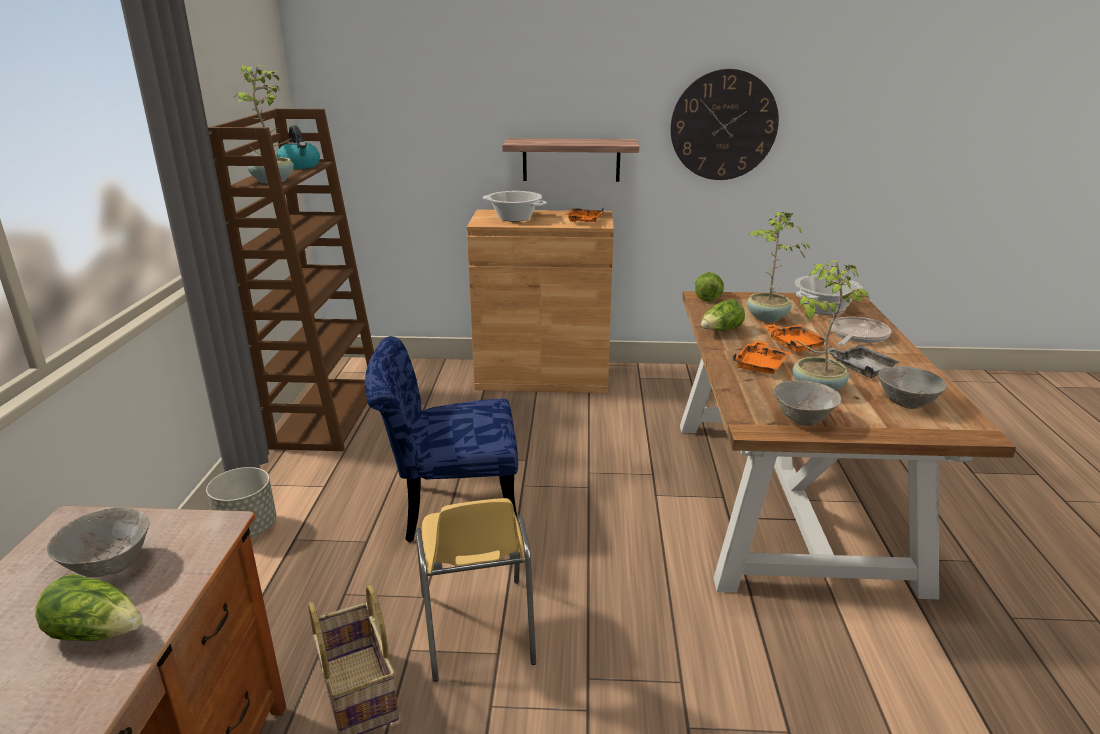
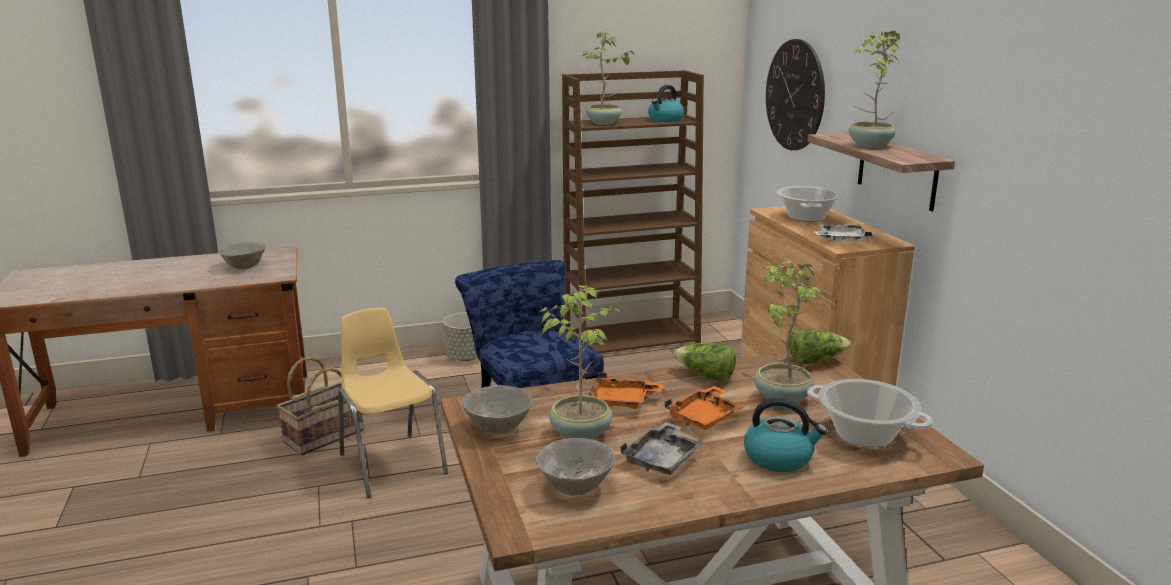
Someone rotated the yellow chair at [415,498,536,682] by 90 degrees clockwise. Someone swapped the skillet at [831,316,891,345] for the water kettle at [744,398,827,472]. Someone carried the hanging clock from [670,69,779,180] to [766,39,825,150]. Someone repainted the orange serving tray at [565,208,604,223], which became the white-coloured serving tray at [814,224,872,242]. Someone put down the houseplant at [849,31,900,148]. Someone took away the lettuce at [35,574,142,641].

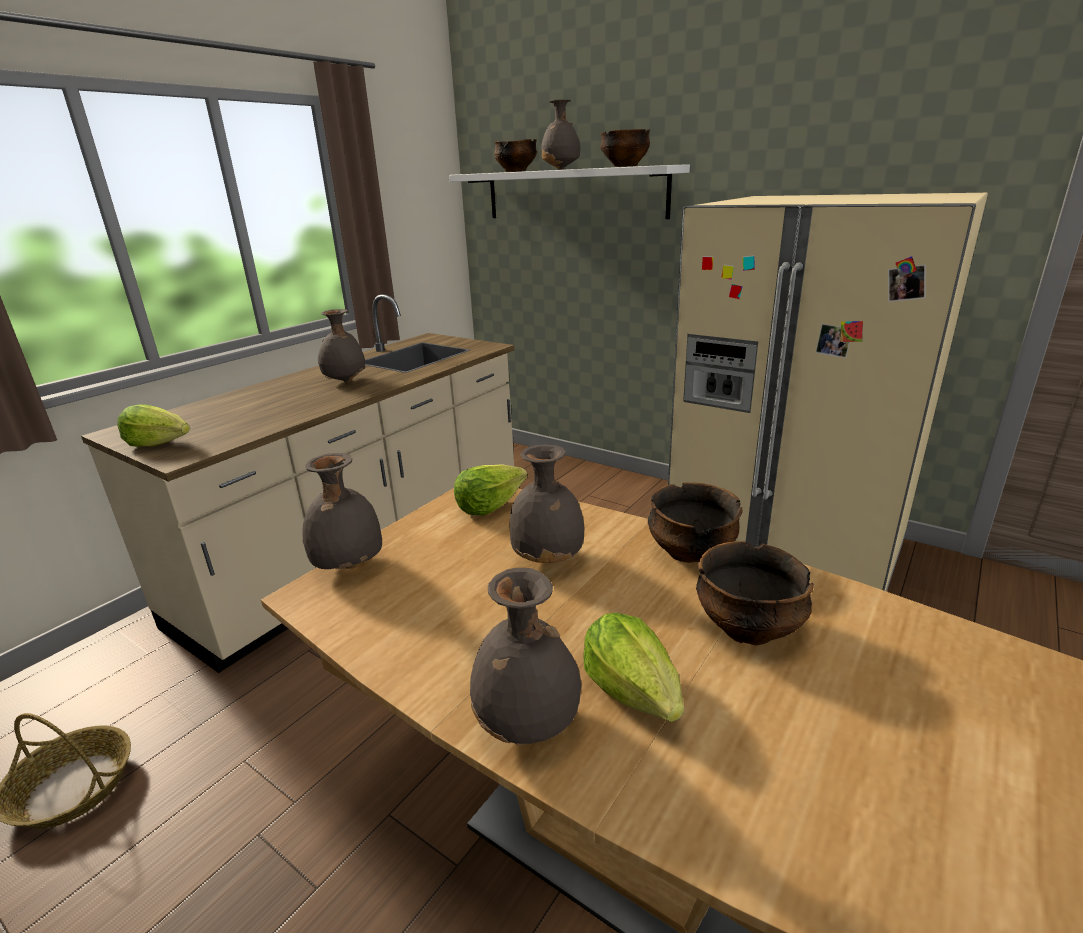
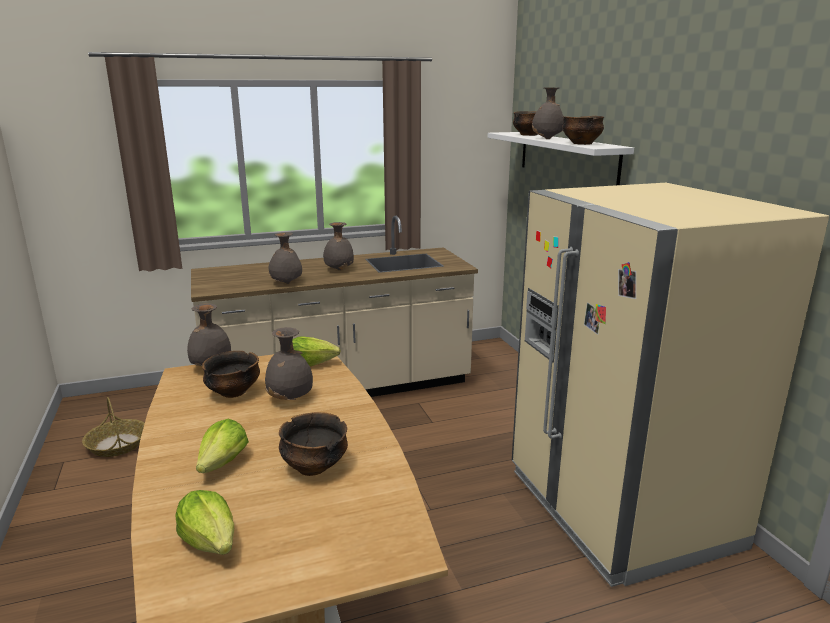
Someone carried the lettuce from [117,404,190,446] to [175,490,234,555]. Someone carried the serving bowl from [648,482,742,563] to [202,351,260,398]. Someone carried the greyish flower vase from [470,568,581,745] to [269,232,302,284].

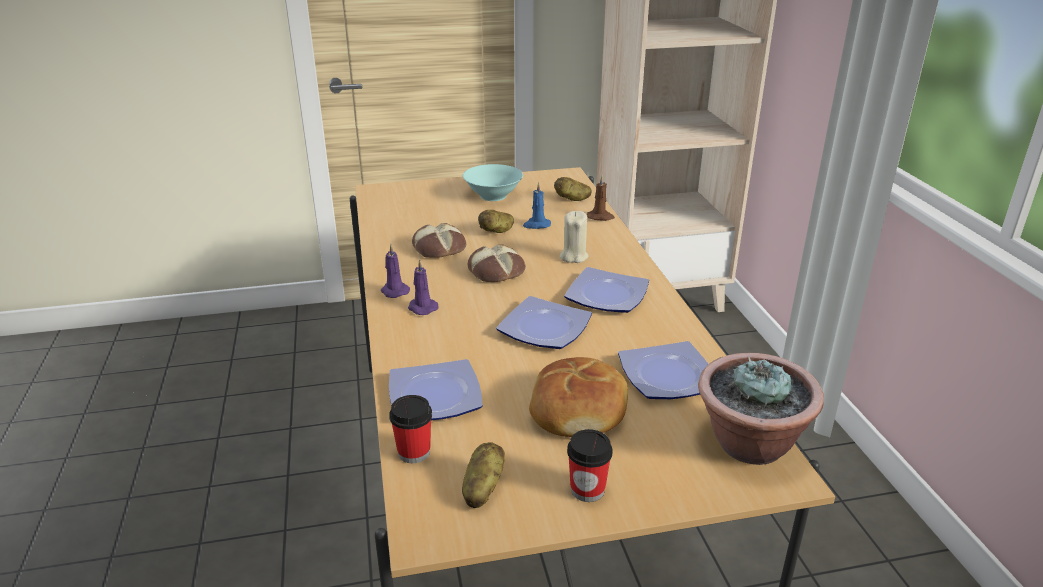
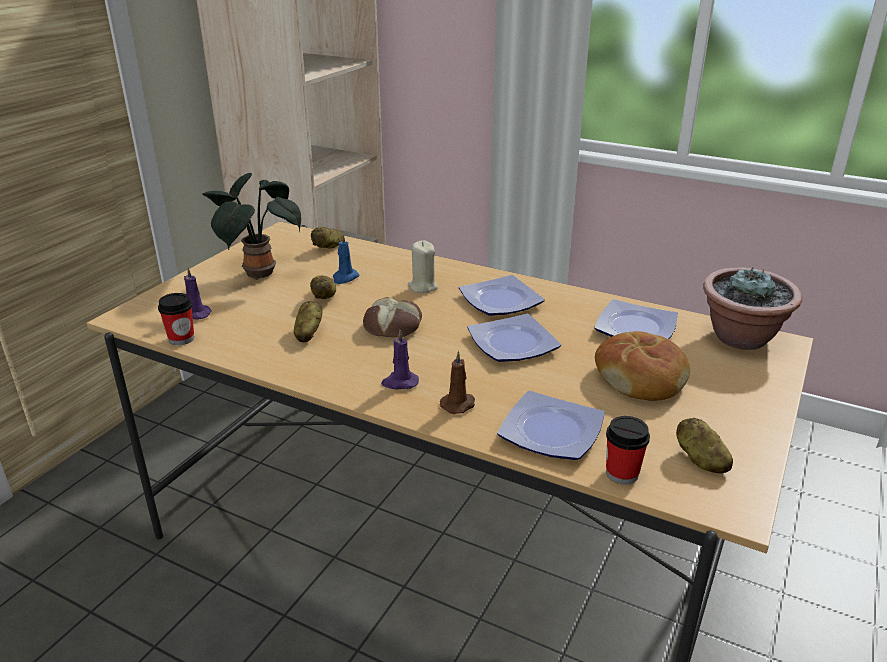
Someone carried the cup from [567,429,613,502] to [158,293,194,345]. Someone carried the purple-coloured wax light from [381,244,410,298] to [184,267,212,320]. Someone swapped the turquoise-coloured serving bowl at [463,164,523,201] for the houseplant at [202,173,301,280]. Someone swapped the baked bread at [412,223,466,258] for the potato at [294,301,323,343]. Someone carried the brownish wax light from [587,176,615,221] to [440,351,475,414].

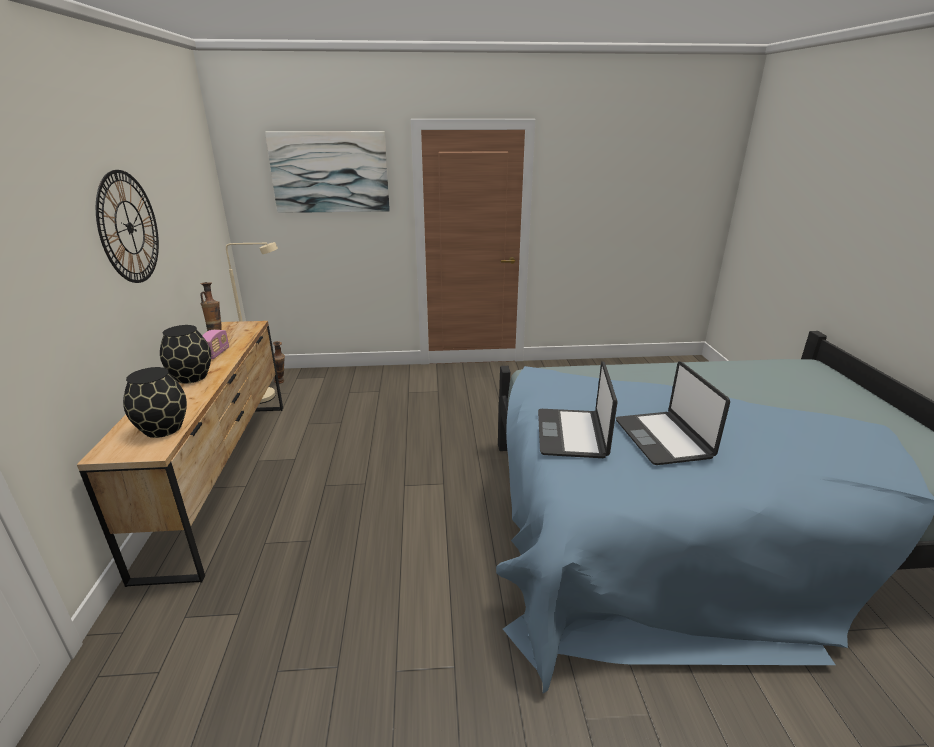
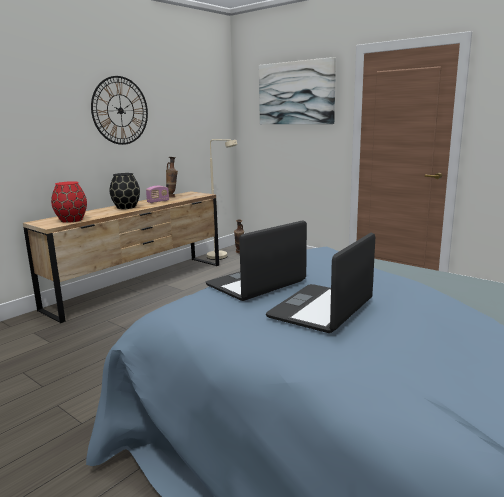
Someone repainted the black flower vase at [123,367,187,438], which became the red-coloured flower vase at [51,181,87,223].

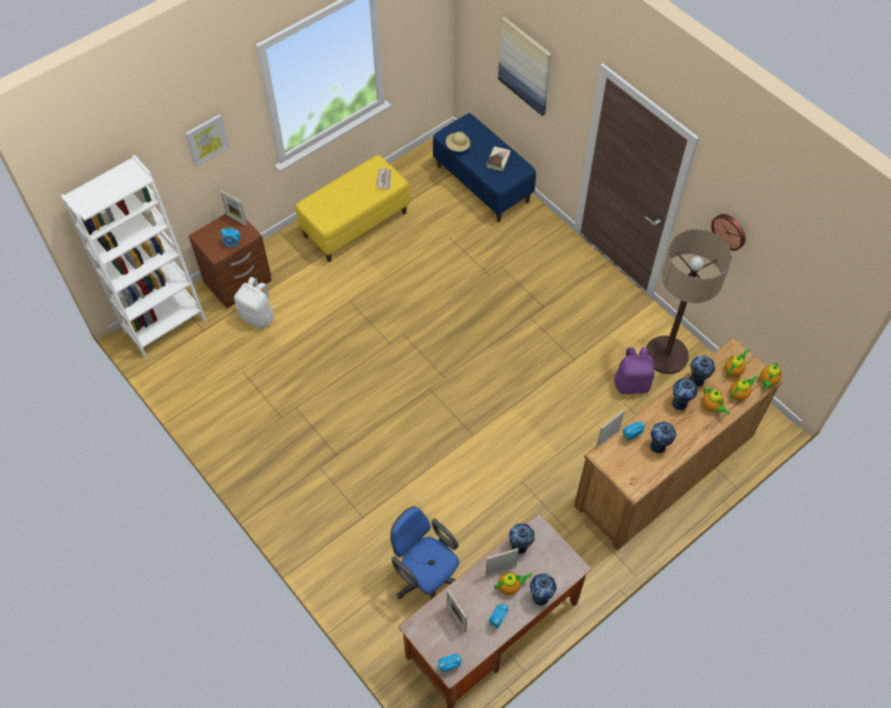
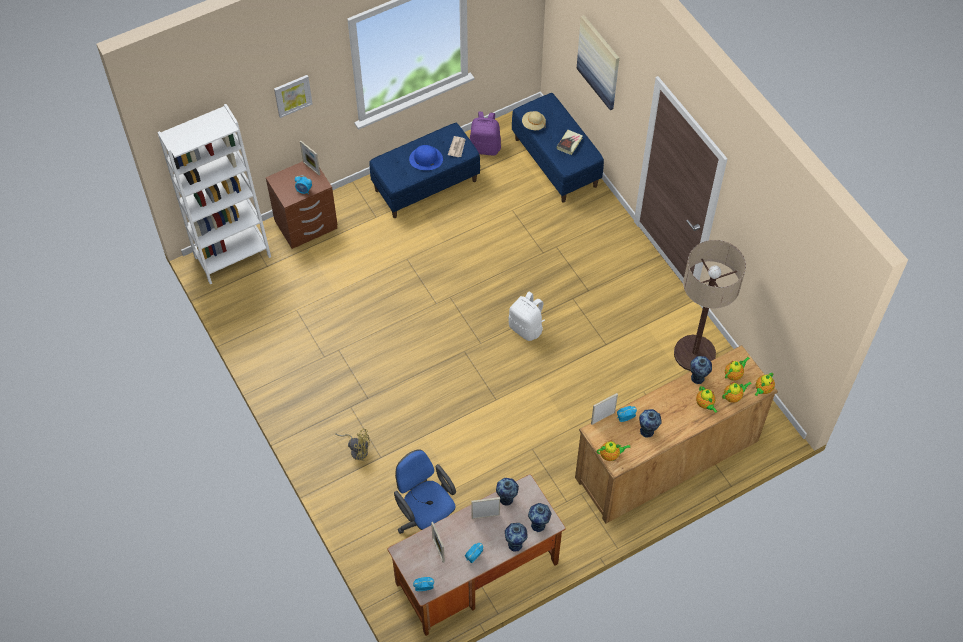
Someone put down the yellow fan at [335,429,370,461]. Someone repainted the yellow long seat at [295,155,410,262], which became the blue-coloured long seat at [369,123,480,218]. Someone put down the blue-coloured hat at [409,145,443,170]. Someone carried the purple-coloured backpack from [614,347,655,394] to [470,112,501,155]. Someone carried the white-coloured backpack from [234,277,276,329] to [508,292,545,341]. Someone carried the flower vase from [672,378,697,410] to [528,503,551,533]. Someone carried the pot for tea from [494,572,532,595] to [597,440,631,461]. Someone took away the hanging clock at [711,214,745,251].

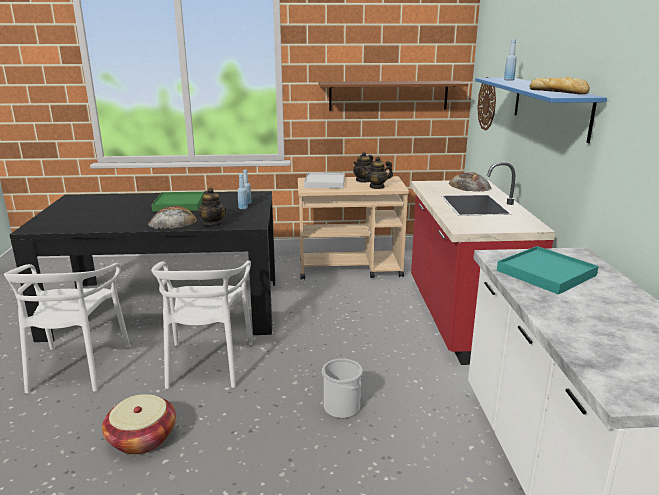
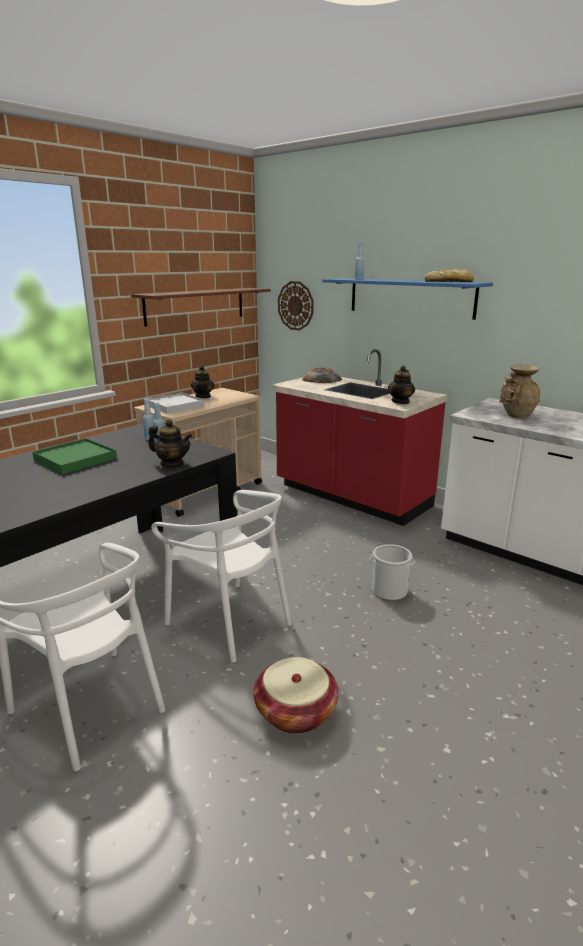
Someone carried the pot for tea from [362,157,393,189] to [388,366,415,404]. Someone swapped the turquoise-coloured serving tray at [497,246,599,295] for the beige flower vase at [499,365,540,418]. Someone took away the baked bread at [148,206,197,229].

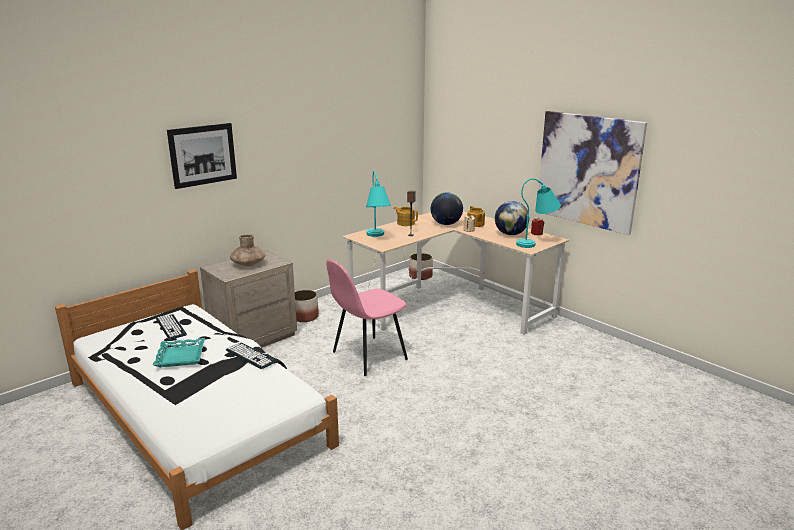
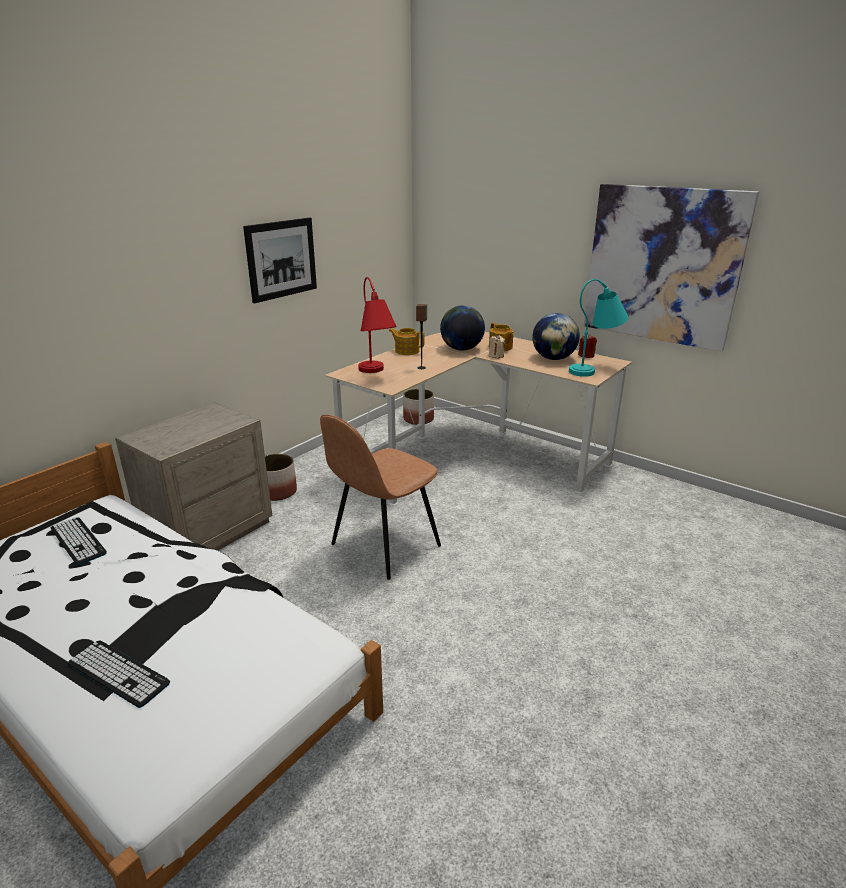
Someone carried the keyboard from [226,343,276,369] to [68,640,170,708]. Someone carried the wall picture from [167,123,237,189] to [243,217,317,303]. Someone repainted the pink chair at [326,259,408,376], which became the brownish chair at [320,414,441,580]. Someone repainted the turquoise-coloured table lamp at [366,171,391,237], which became the red-coloured table lamp at [358,277,396,373]. Someone took away the turquoise-coloured serving tray at [153,338,205,367]. Someone took away the brownish flower vase at [230,234,265,266].

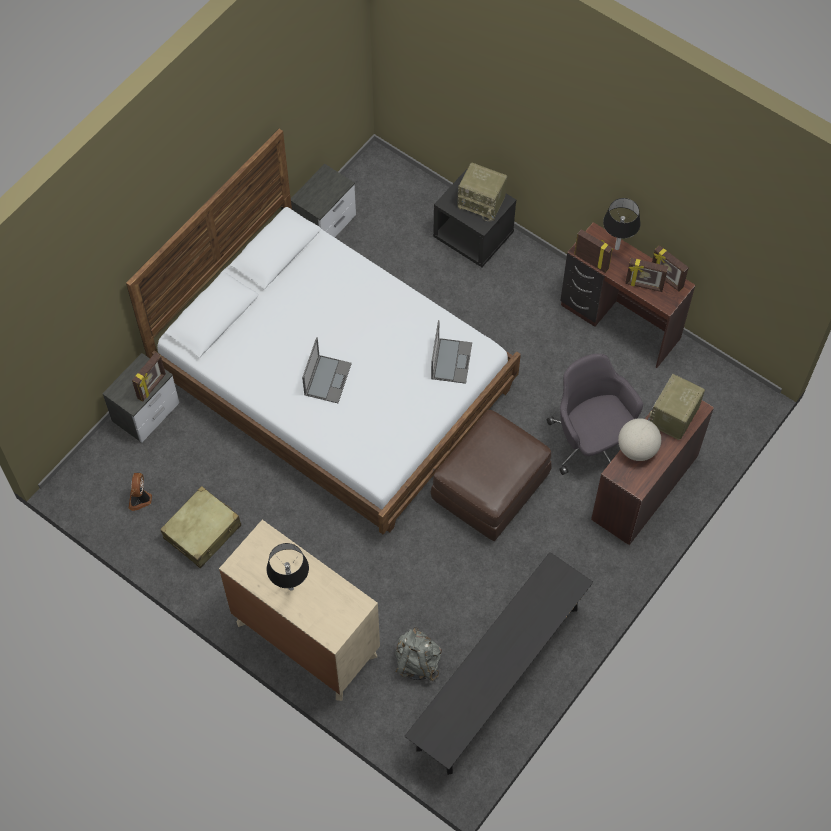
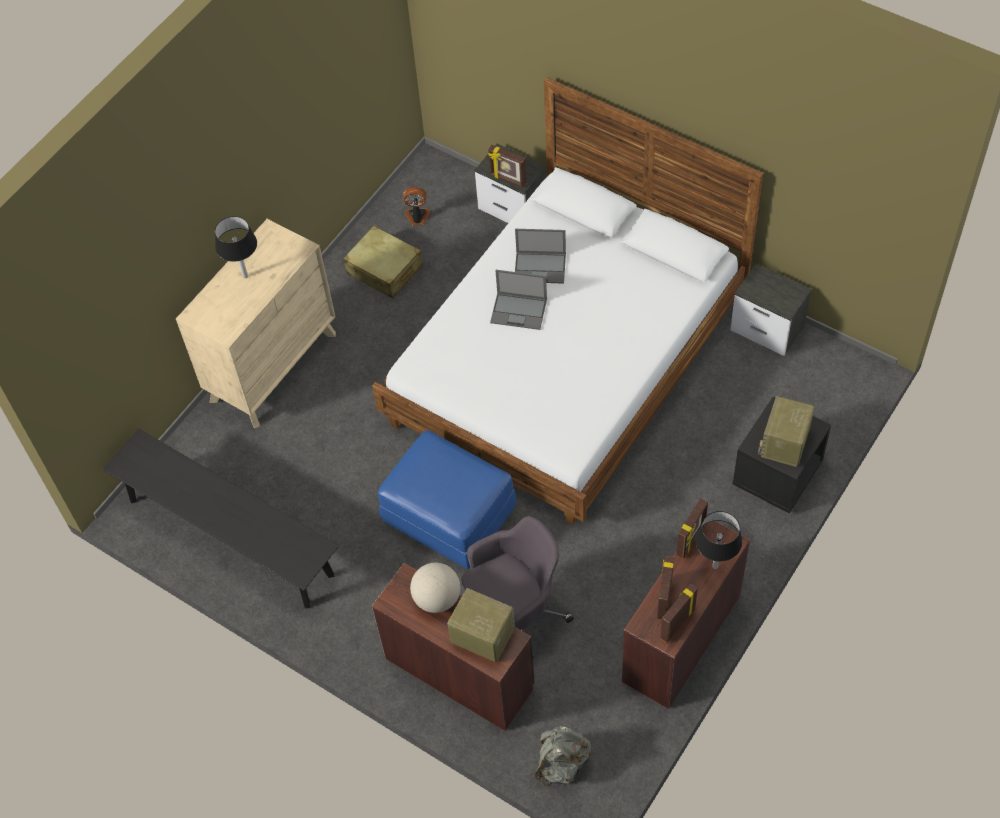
Someone repainted the brownish pouffe at [431,410,552,541], which became the blue-coloured pouffe at [378,430,516,569]. Someone carried the notebook computer from [431,320,472,384] to [515,229,566,284]. Someone carried the greyish backpack from [395,627,442,682] to [535,726,591,786].

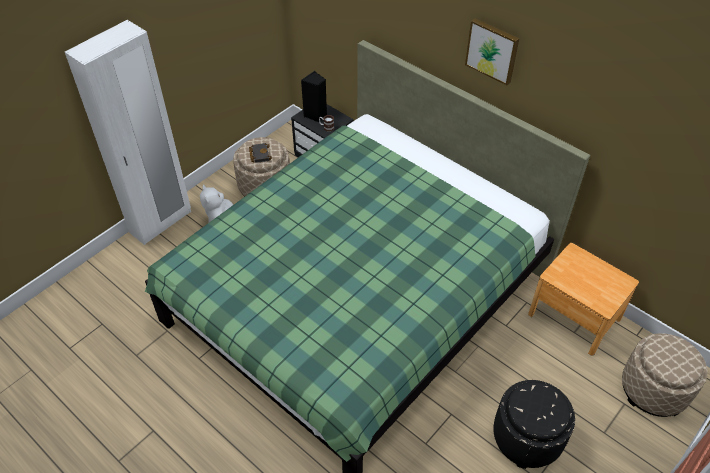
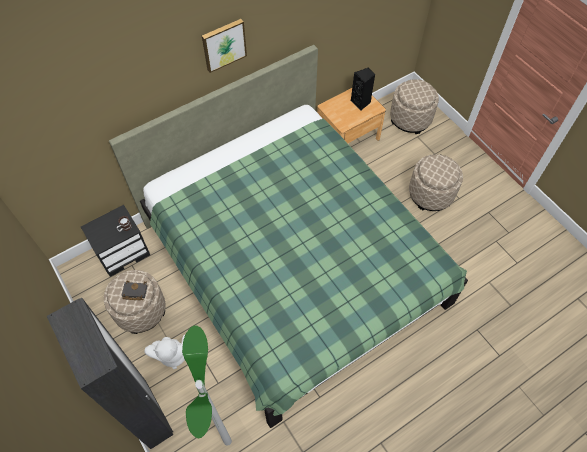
Someone repainted the white-coloured wardrobe at [65,20,191,245], which became the black wardrobe at [47,298,173,449]. Someone put down the standard lamp at [182,325,232,446]. Someone carried the black audio speaker from [301,71,327,122] to [351,68,375,110]. Someone repainted the black pouffe at [493,380,575,469], which became the beige pouffe at [409,154,463,211].

